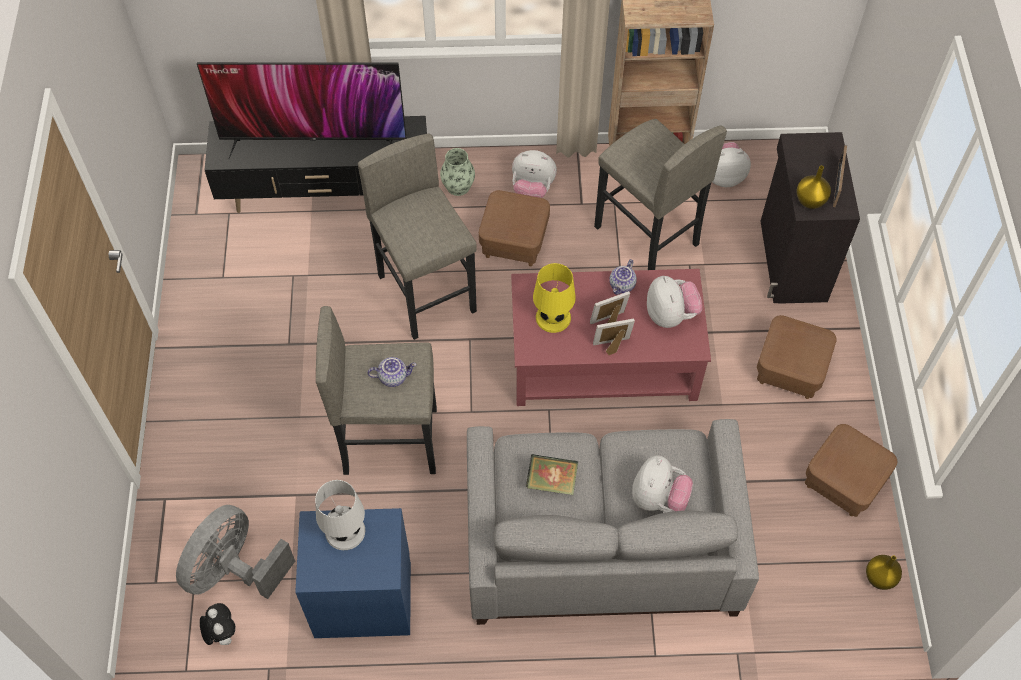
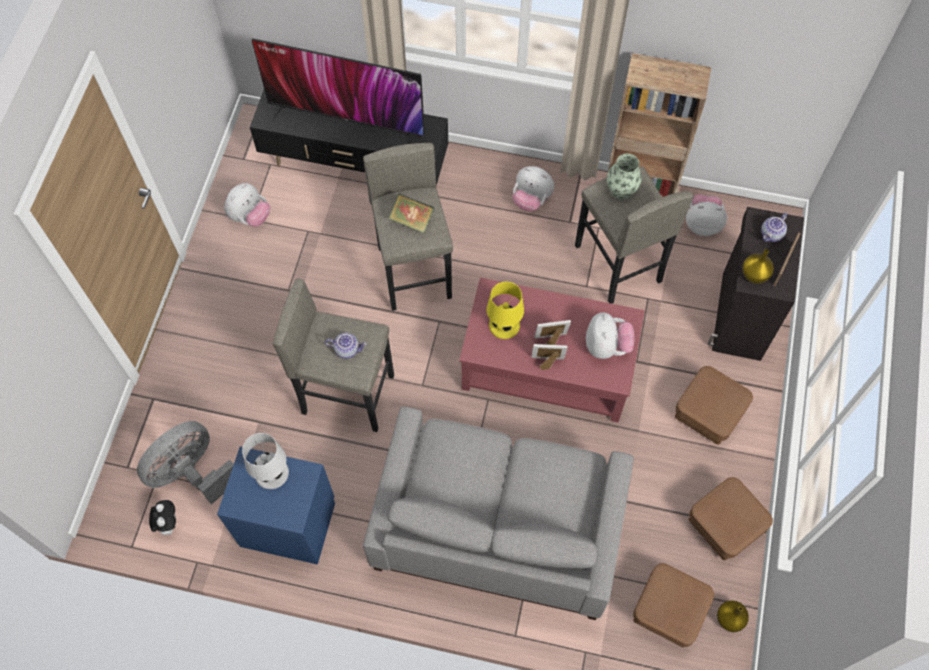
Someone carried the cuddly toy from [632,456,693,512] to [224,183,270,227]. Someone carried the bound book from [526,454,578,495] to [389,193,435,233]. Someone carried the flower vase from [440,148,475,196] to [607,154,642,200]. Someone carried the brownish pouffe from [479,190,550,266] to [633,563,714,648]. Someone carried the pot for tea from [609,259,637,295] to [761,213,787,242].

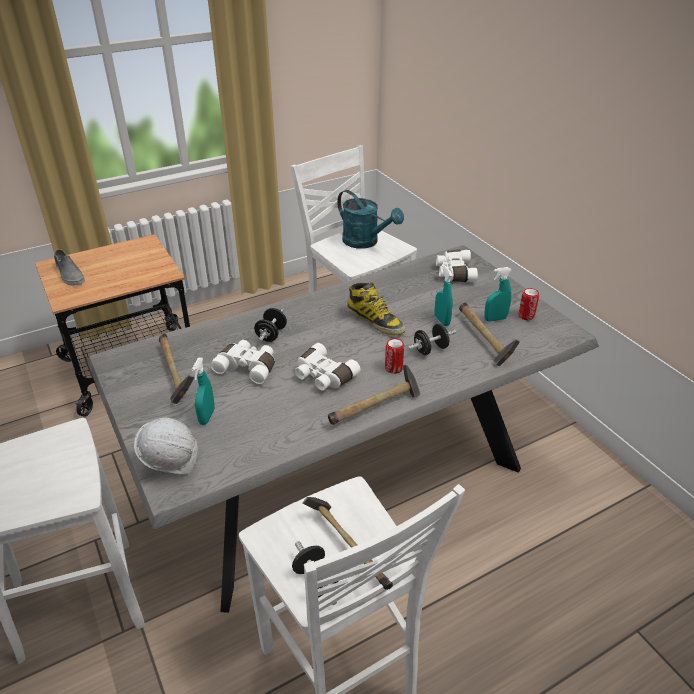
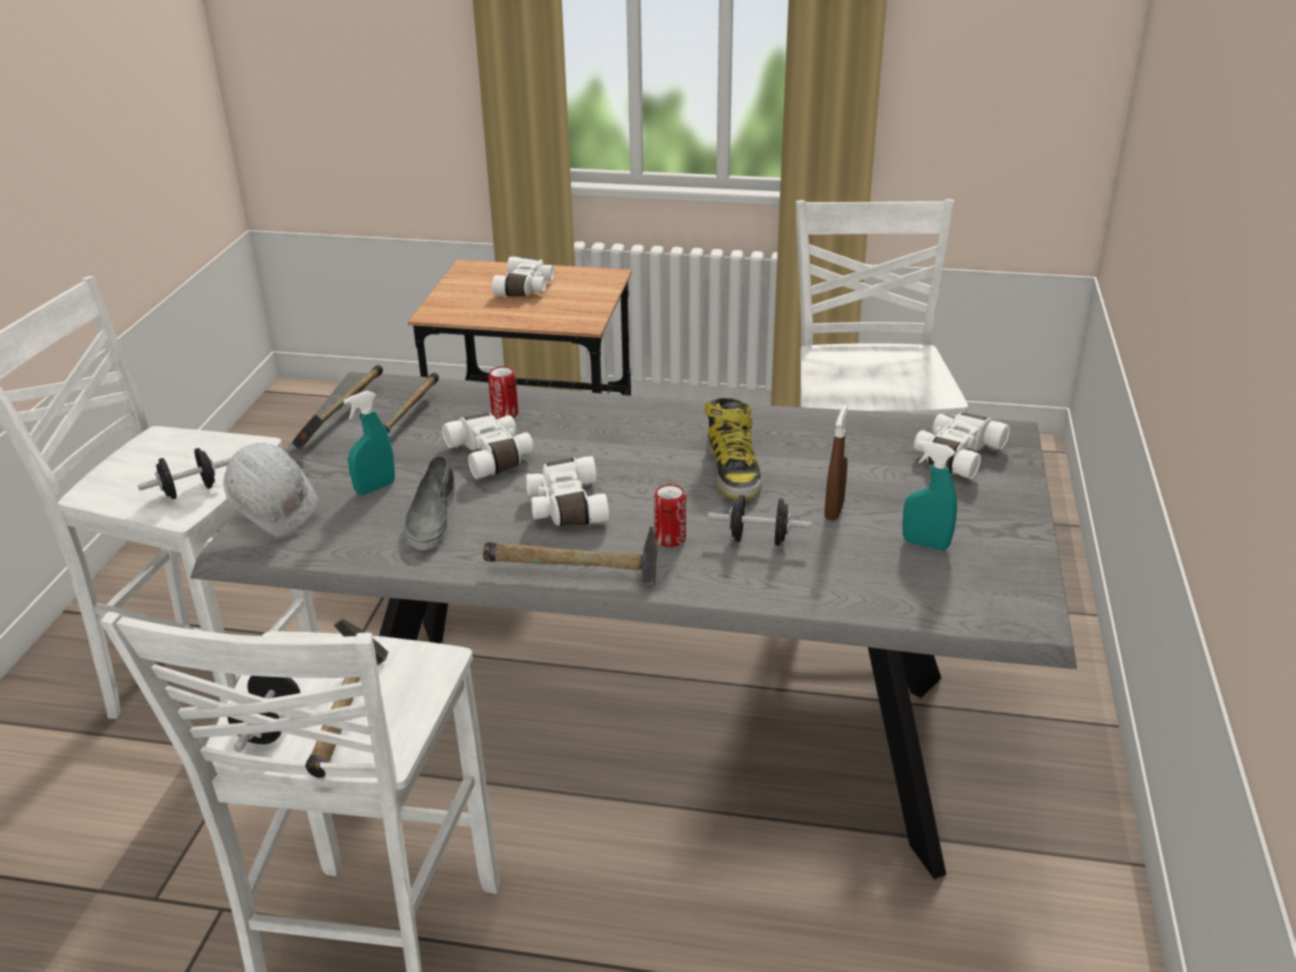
Someone carried the black dumbbell from [254,308,287,342] to [138,448,231,499]. Someone carried the tool hammer from [459,303,520,366] to [292,365,383,449]. Someone carried the greyish low shoe from [54,249,85,285] to [405,456,455,550]. Someone carried the metal can from [518,288,539,320] to [488,366,518,419]. Someone put down the white-coloured binoculars at [492,256,554,296]. Someone repainted the turquoise-coloured hand sprayer at [435,264,453,326], which became the brownish hand sprayer at [825,404,848,521]. Someone took away the turquoise-coloured sprinkling can at [337,190,404,249].

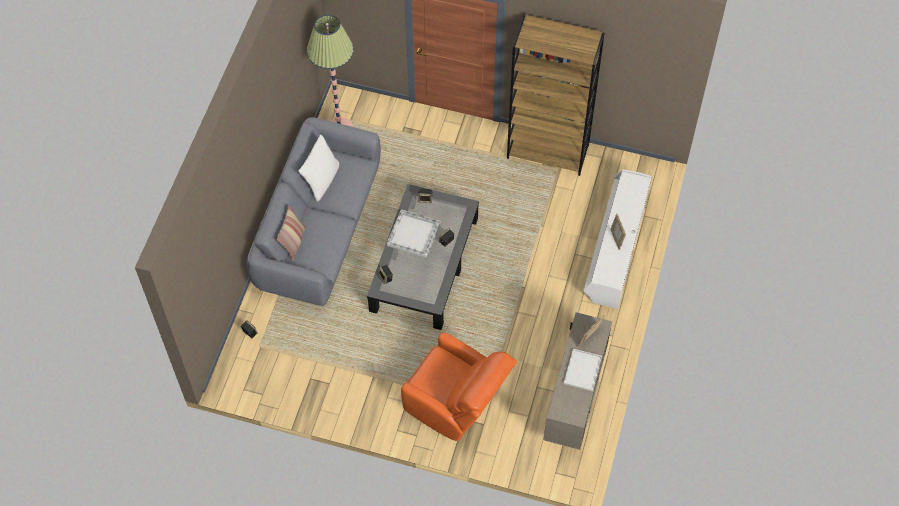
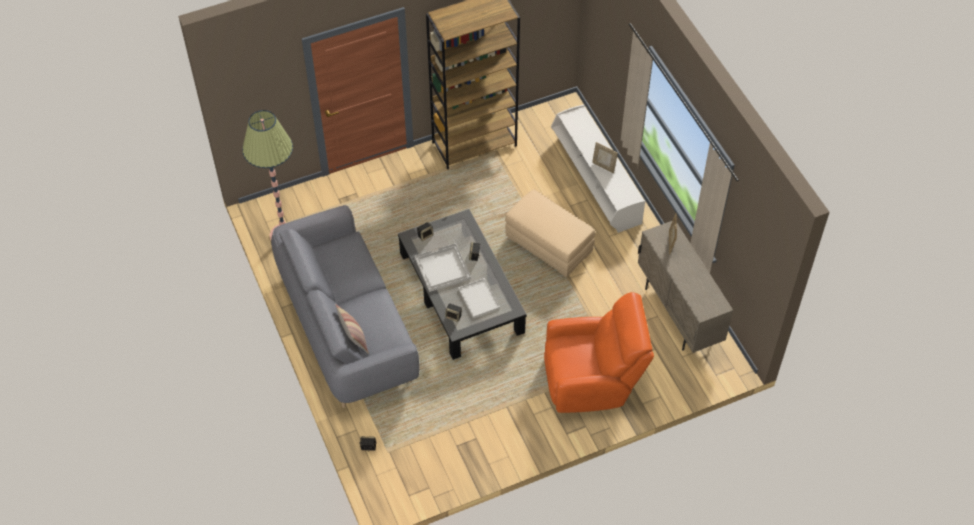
Someone carried the white-coloured serving tray from [564,349,602,391] to [458,278,500,318]. Someone put down the beige pouffe at [505,189,595,277]. Someone took away the white-coloured cushion at [298,135,339,202].

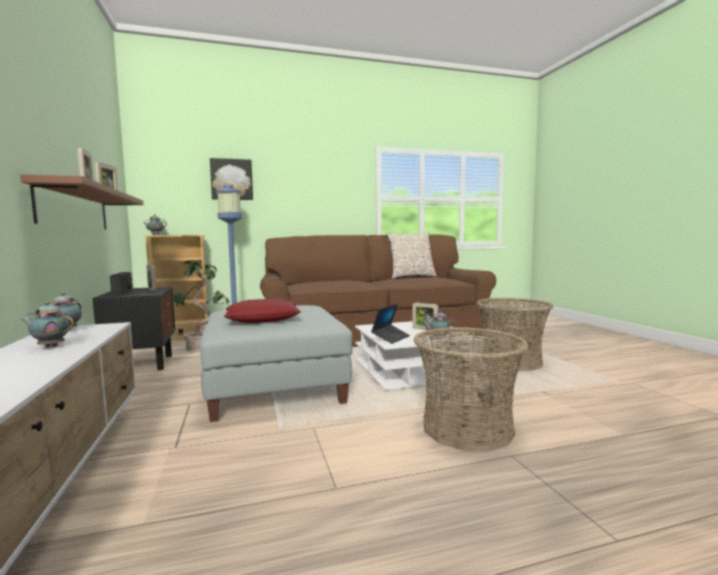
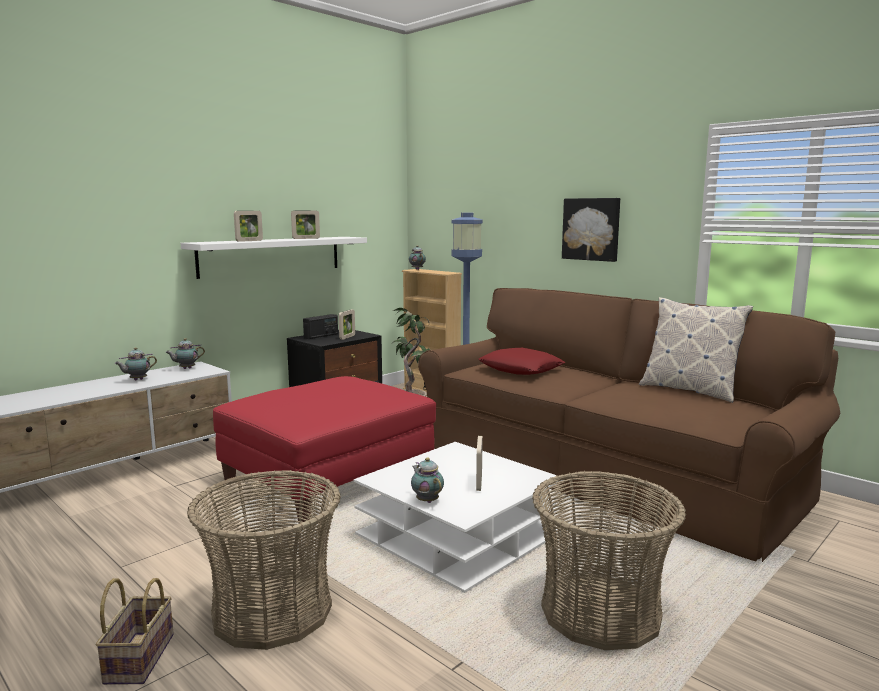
Someone put down the household basket at [96,578,174,685]. Someone rotated the pot for tea at [21,301,74,347] by 105 degrees counterclockwise. Someone repainted the brownish wall shelf at [20,174,144,229], which became the white-coloured wall shelf at [181,237,367,279]. Someone repainted the greyish pouffe at [200,305,353,422], which became the red-coloured pouffe at [213,376,436,522]. Someone carried the red-coloured cushion from [224,299,301,323] to [478,348,565,375]. Someone carried the wall picture from [210,158,253,200] to [562,198,620,262]. Someone took away the notebook computer at [371,304,410,344].

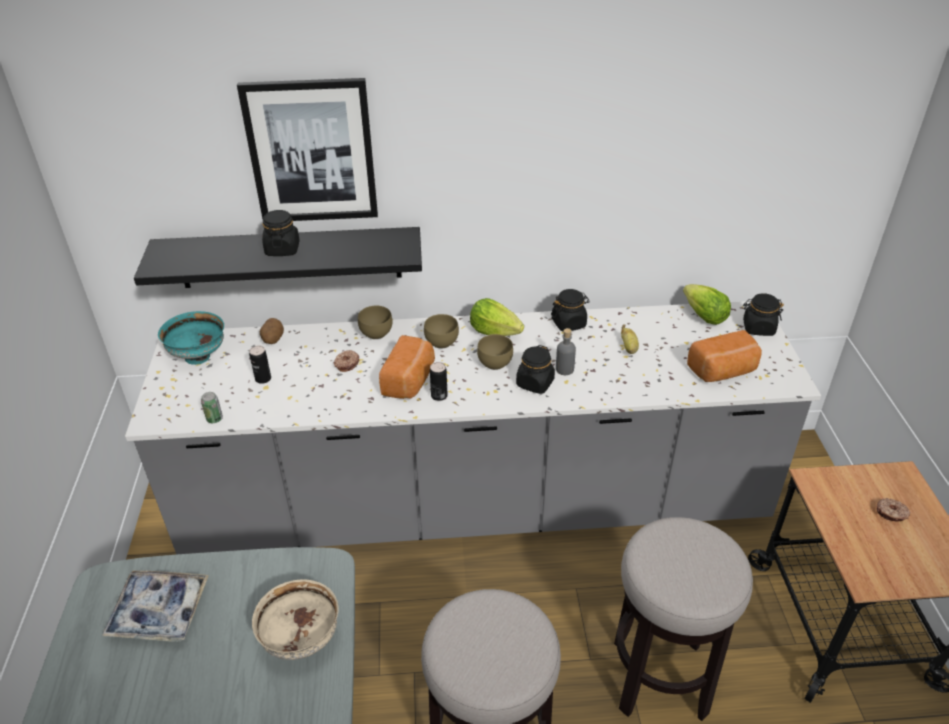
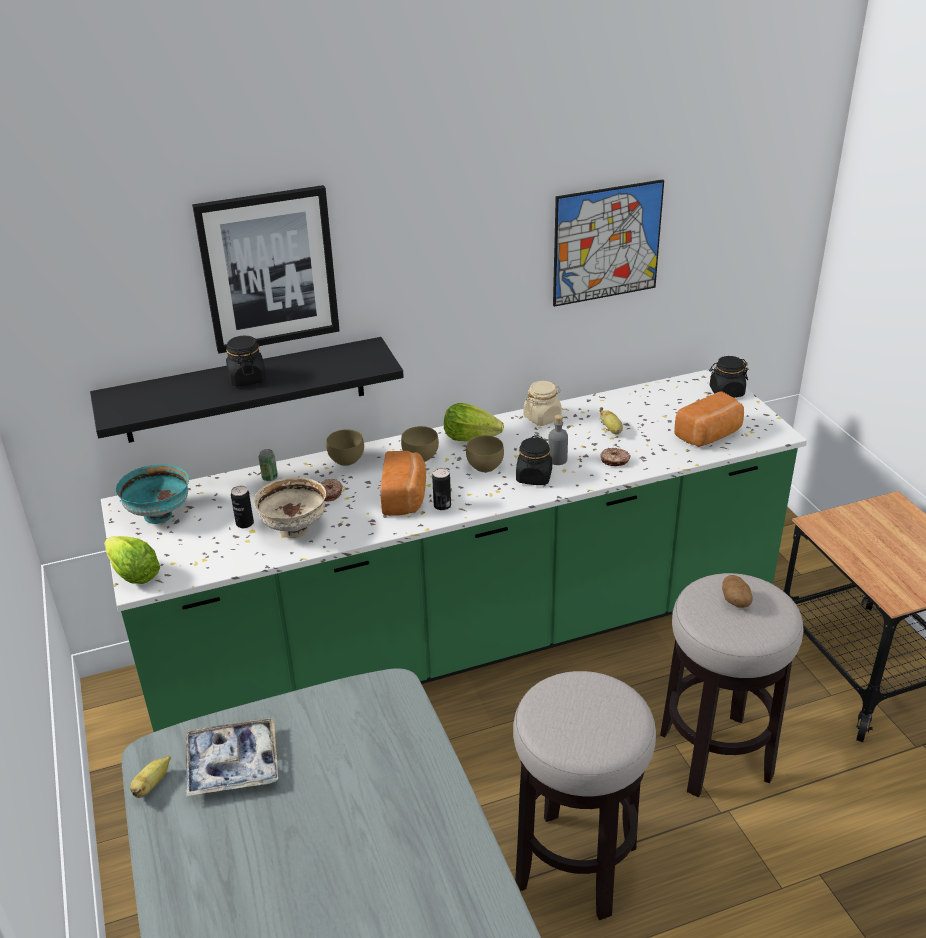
Someone repainted the greyish kitchen counter at [125,301,821,555], which became the greenish kitchen counter at [101,368,807,732]. Someone carried the lettuce from [683,284,731,325] to [104,536,160,584]. Someone put down the whole banana at [130,756,171,798]. Someone carried the beige serving bowl from [252,580,339,660] to [254,477,326,538]. Someone carried the metal can from [201,392,223,423] to [259,449,278,481]. Someone repainted the black preserve jar at [551,289,590,332], which became the beige preserve jar at [524,381,562,426]. Someone put up the wall picture at [553,179,664,307]. Someone carried the ring doughnut from [877,498,910,521] to [600,448,630,466]. Someone carried the potato from [260,318,284,344] to [722,575,753,608].

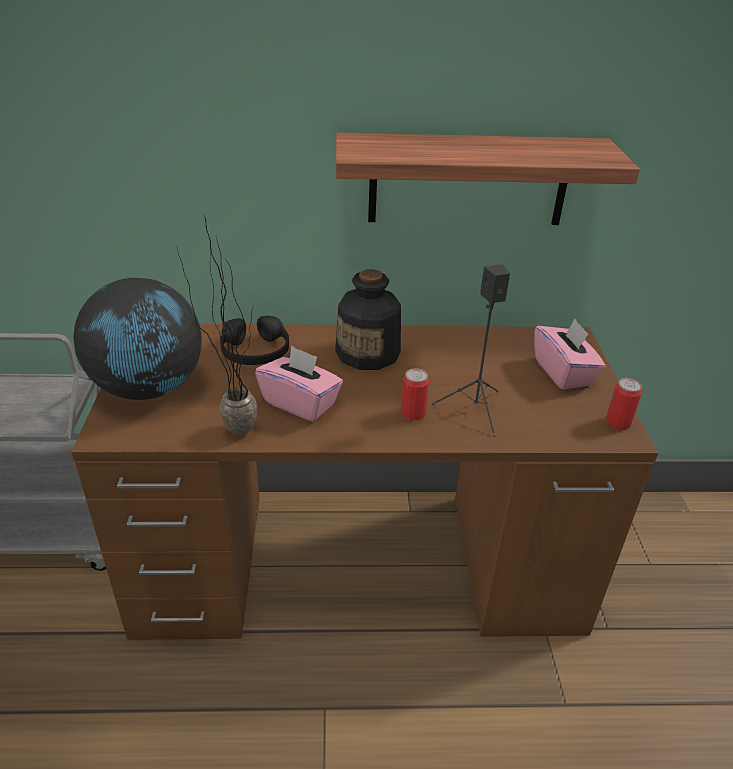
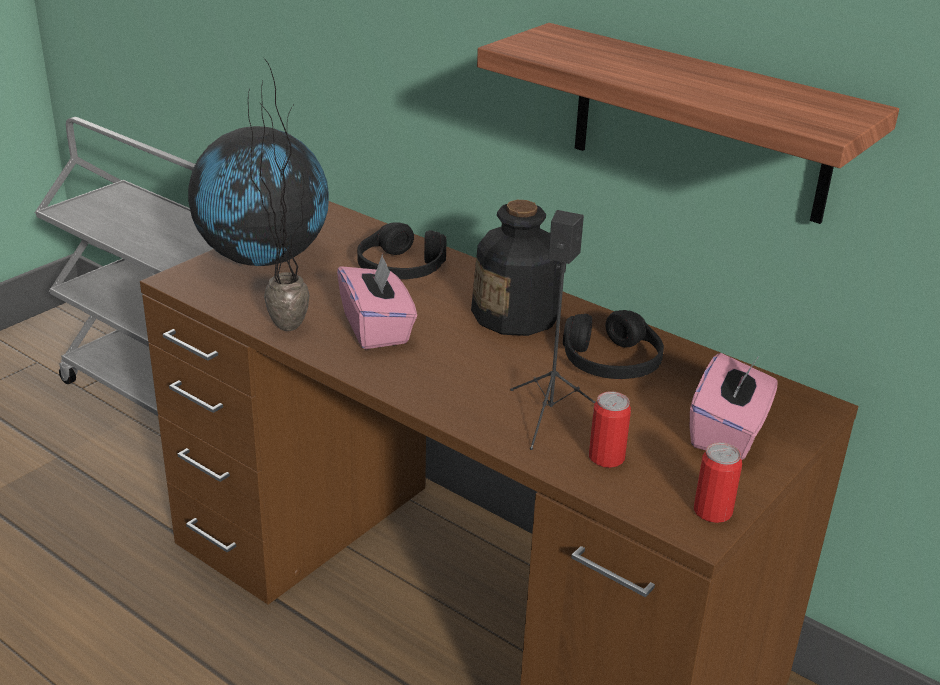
Someone put down the black headphones at [563,310,664,379]. Someone carried the metal can from [401,368,429,420] to [589,391,631,468].

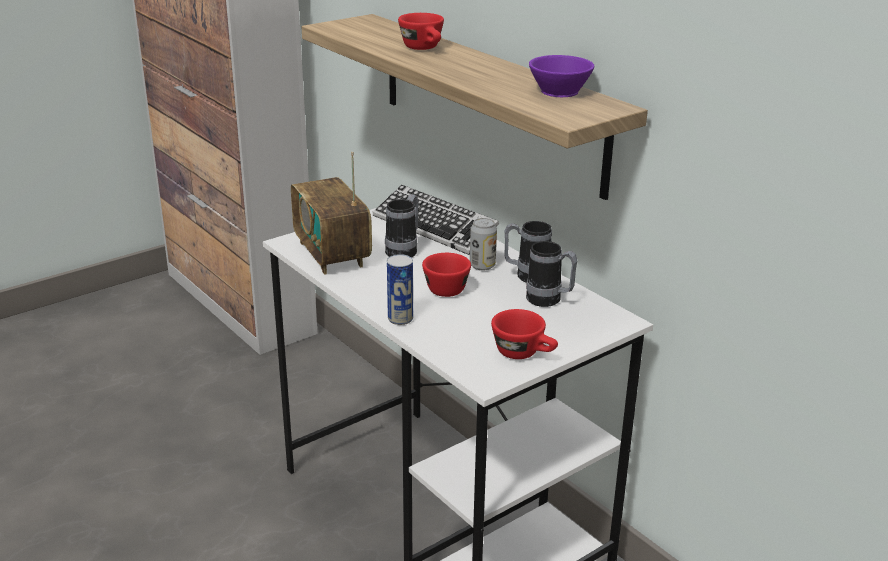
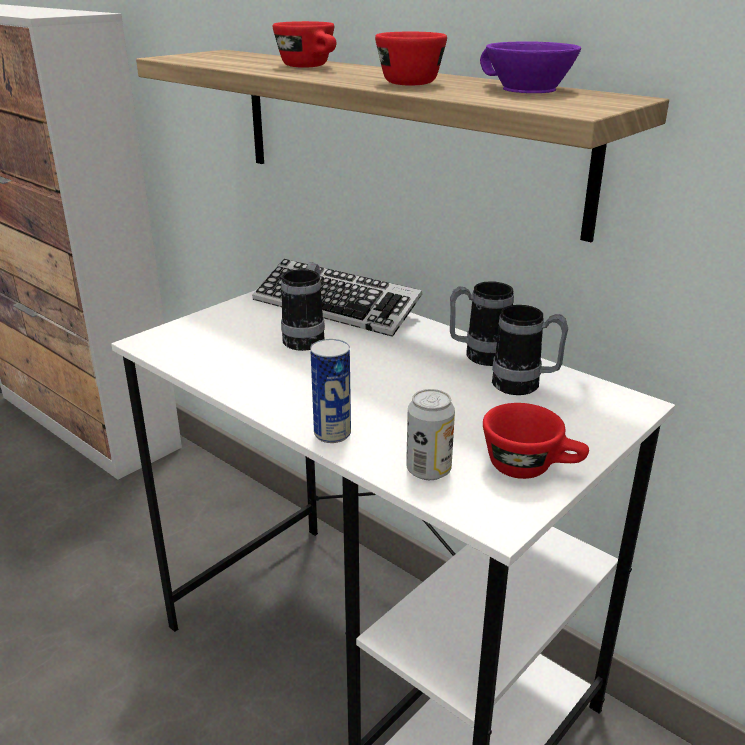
Someone carried the red-coloured cup from [422,253,471,297] to [375,32,447,85]. Someone carried the metal can from [470,218,497,270] to [406,389,455,480]. Someone took away the radio set at [291,152,372,275].

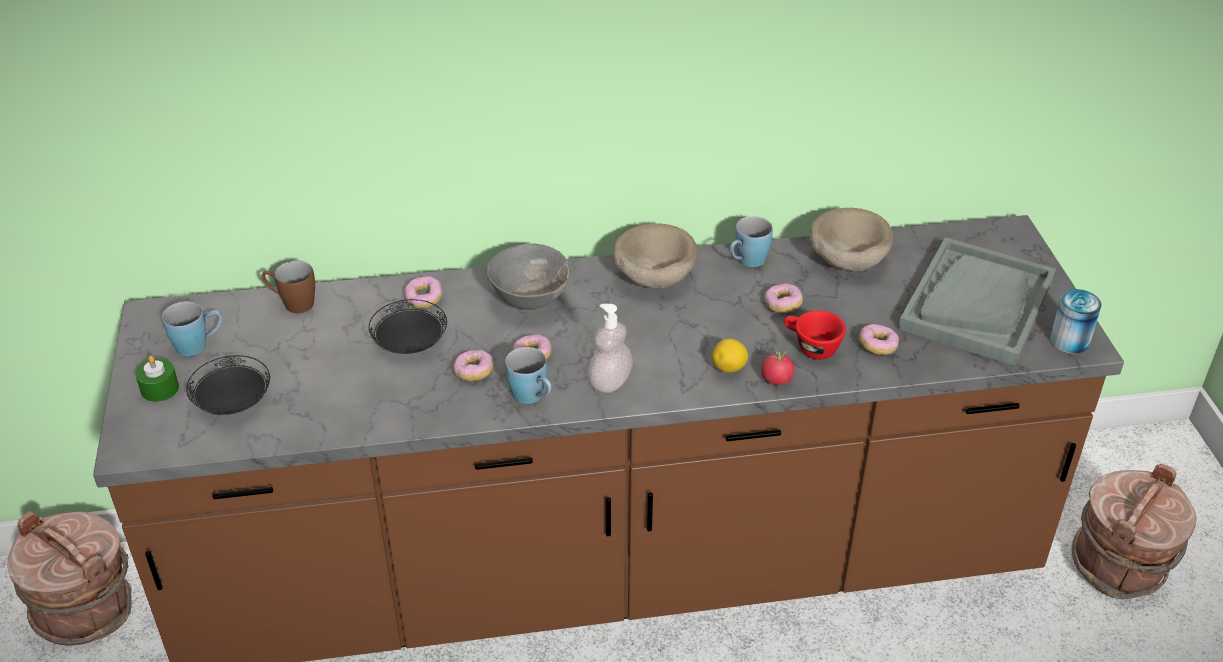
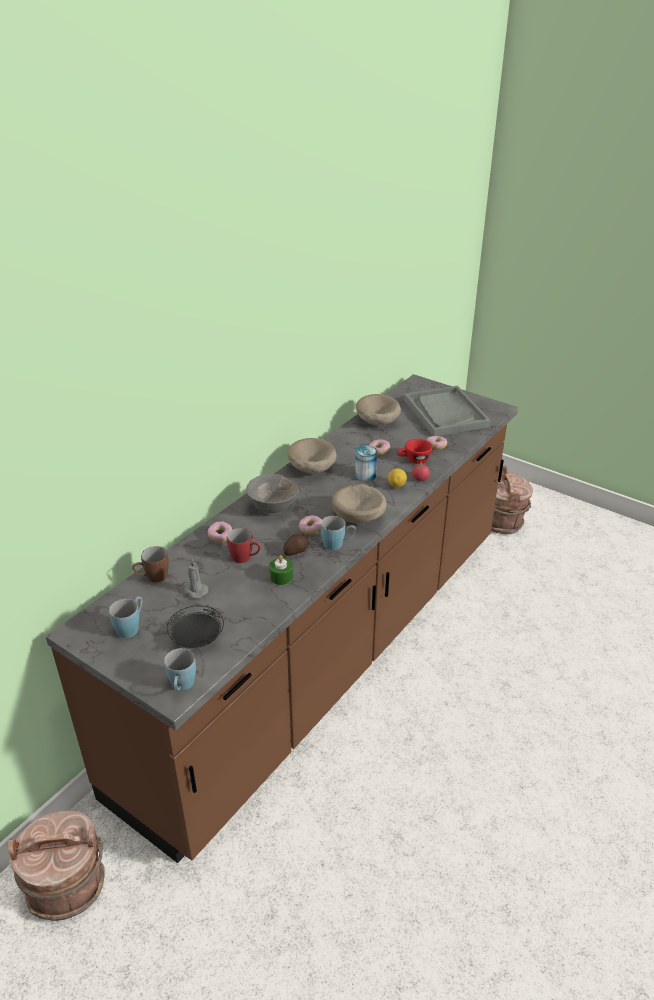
Someone carried the blue-coloured coffee mug from [730,216,773,267] to [164,648,196,691]. Someone put down the greyish wax light at [184,559,208,599]. Someone swapped the black dinner plate at [369,299,447,354] for the red-coloured coffee mug at [227,528,261,563]. Someone carried the greenish wax light from [135,356,179,402] to [269,555,293,585]. Someone swapped the ring doughnut at [454,350,493,381] for the potato at [283,534,309,556]. Someone swapped the liquid soap bottle at [588,304,633,393] for the beige serving bowl at [332,484,387,523]. Someone carried the metal can from [1050,289,1102,354] to [355,445,377,481].

